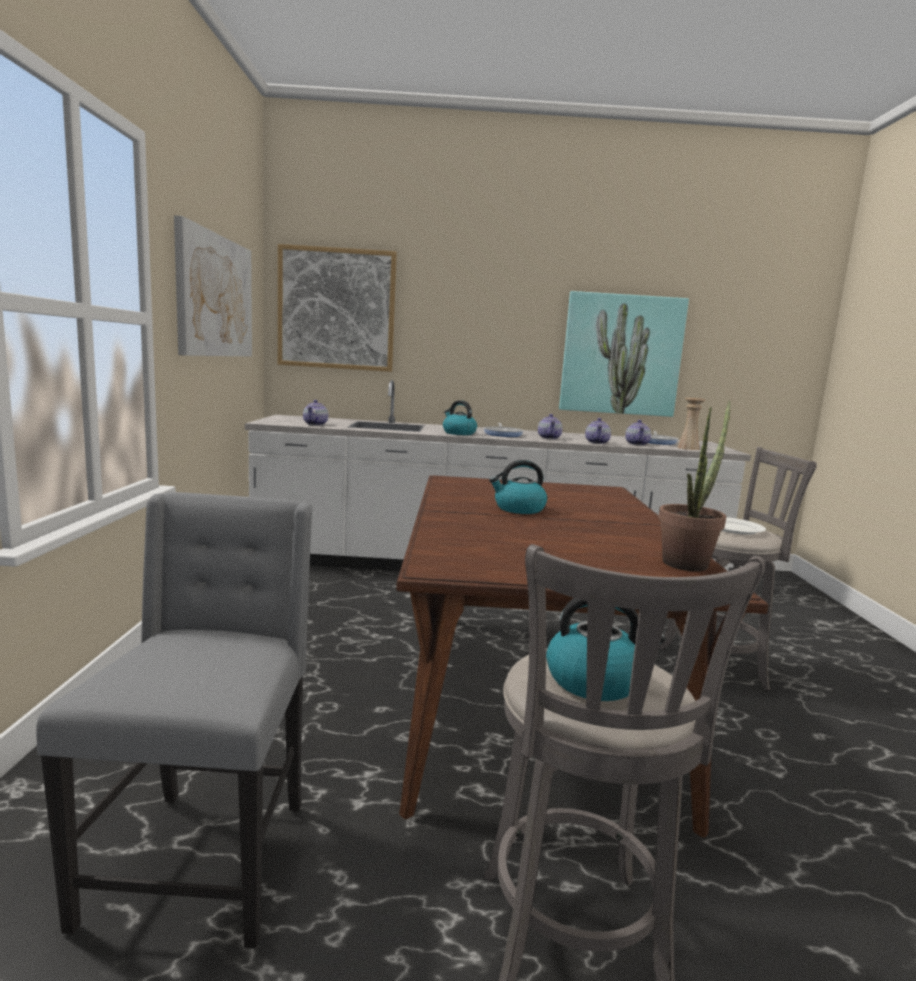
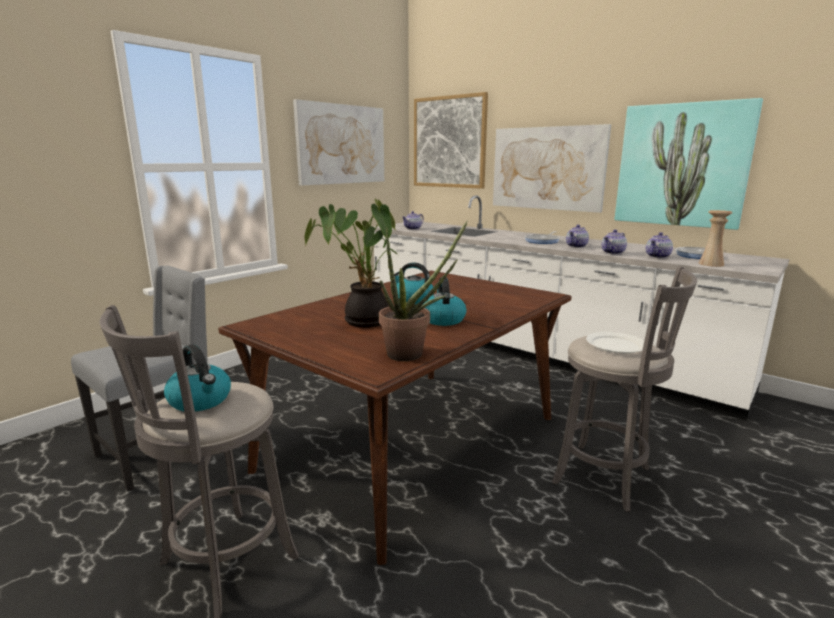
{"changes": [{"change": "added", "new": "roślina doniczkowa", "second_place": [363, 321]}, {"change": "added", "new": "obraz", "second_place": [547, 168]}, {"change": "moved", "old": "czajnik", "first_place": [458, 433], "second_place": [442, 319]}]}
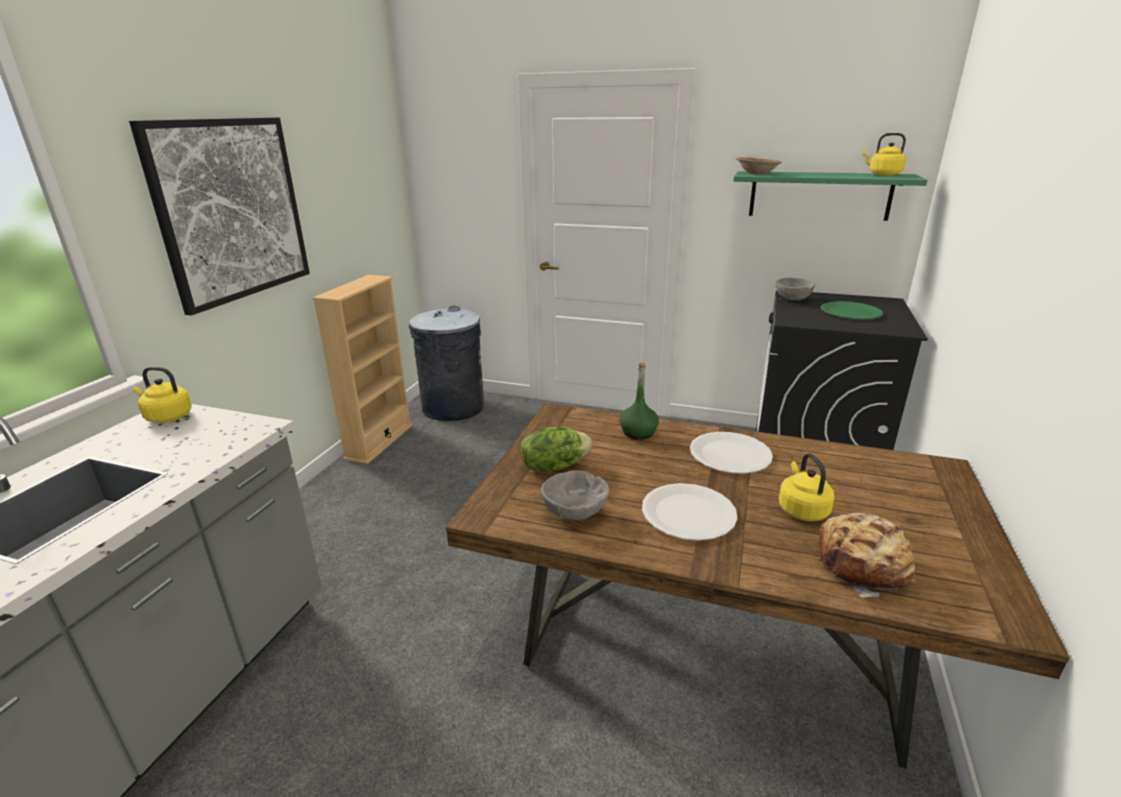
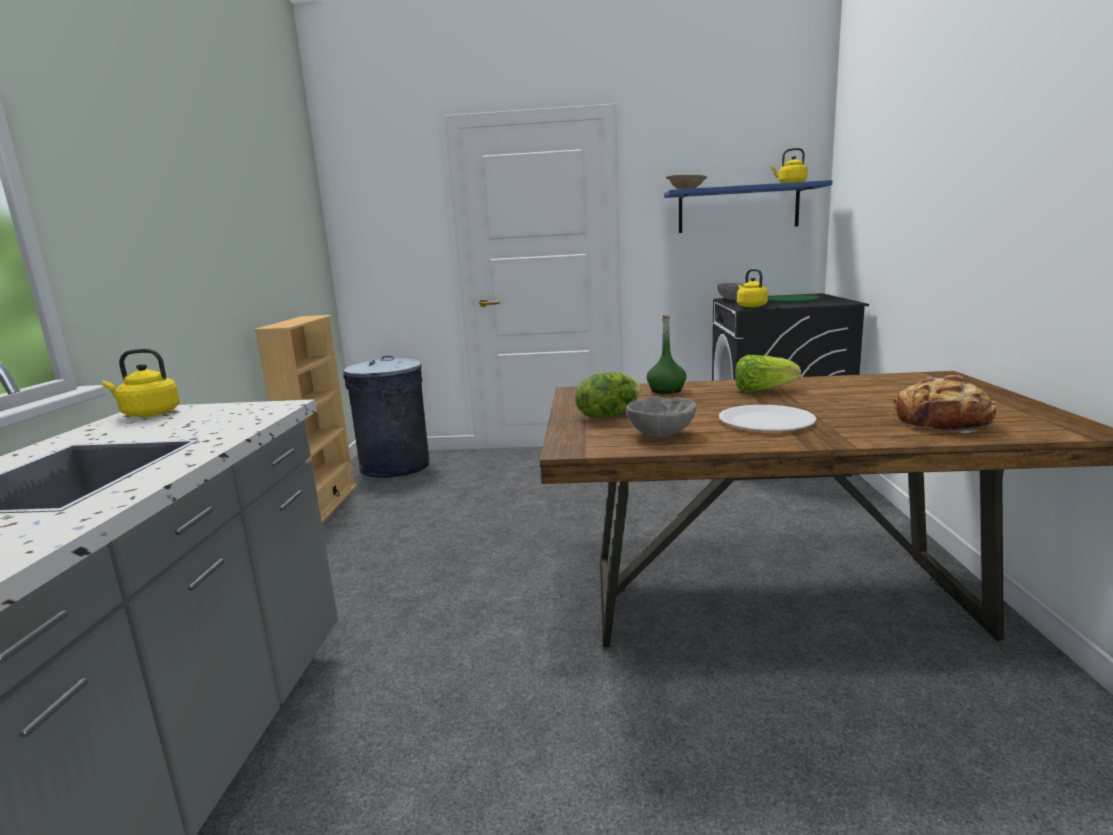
{"changes": [{"change": "removed", "old": "obraz", "first_place": [231, 210]}, {"change": "moved", "old": "czajnik [żółty]", "first_place": [801, 509], "second_place": [750, 306]}, {"change": "replaced", "old": "talerz [biały]", "new": "sałata", "first_place": [729, 454], "second_place": [763, 390]}, {"change": "recoloured", "old": "półka [zielony]", "new": "półka [niebieski]", "first_place": [819, 195], "second_place": [738, 209]}]}
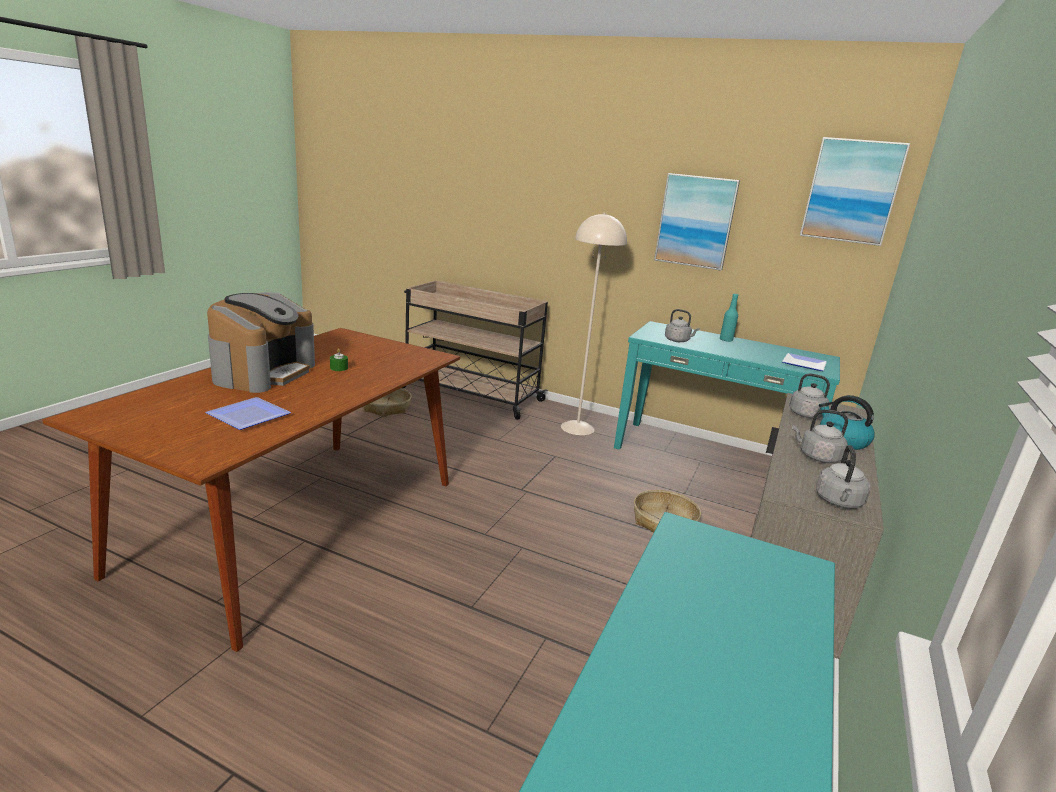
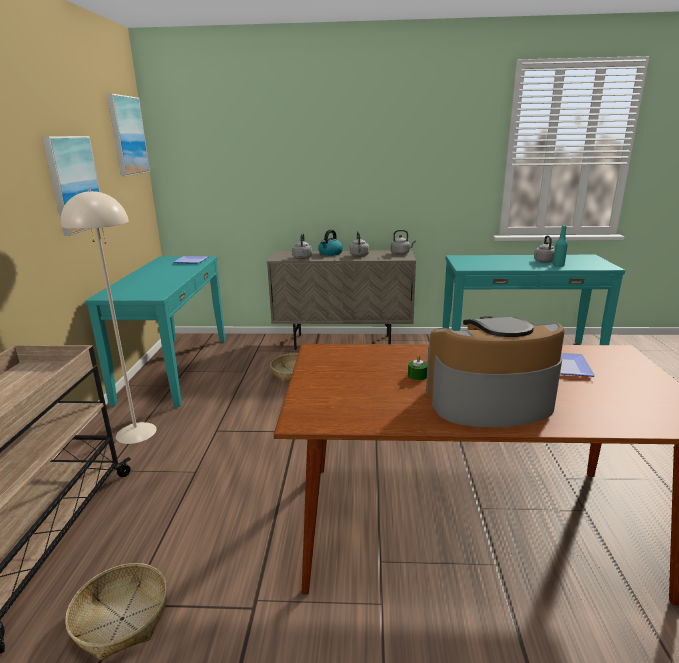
{"changes": [{"change": "moved", "old": "czajnik [szary]", "first_place": [678, 341], "second_place": [543, 261]}, {"change": "moved", "old": "butelka [turkusowy]", "first_place": [726, 340], "second_place": [558, 265]}]}
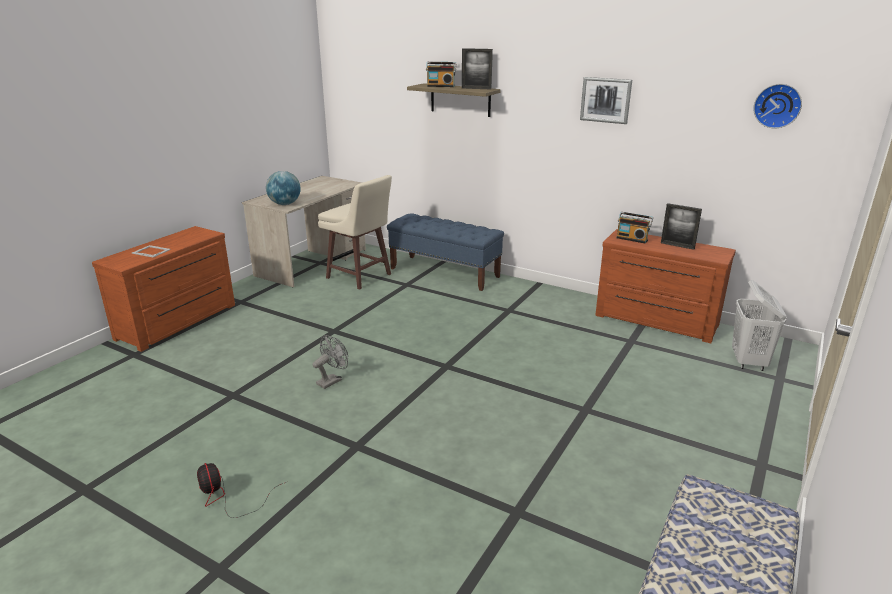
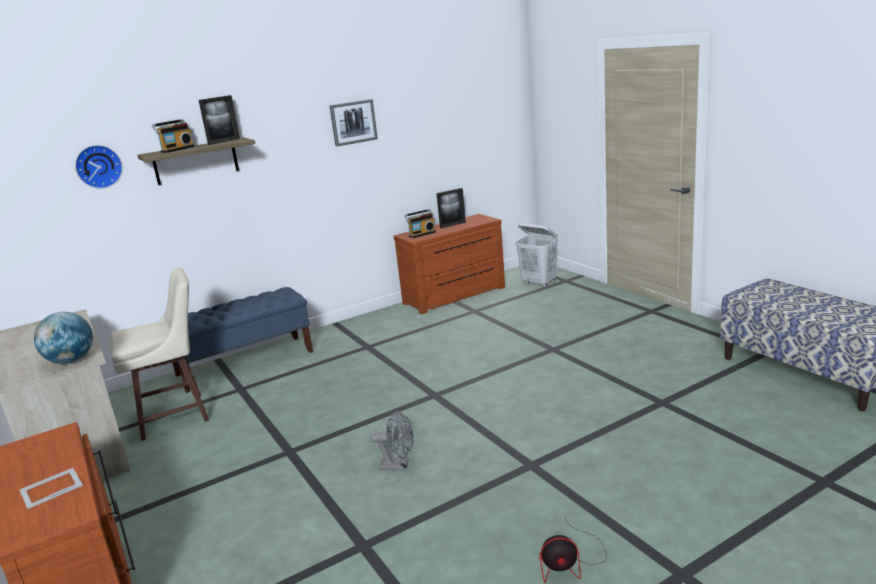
{"changes": [{"change": "moved", "old": "zegar ścienny", "first_place": [777, 105], "second_place": [98, 166]}, {"change": "turned", "old": "wentylator [szary]", "first_place": [332, 380], "second_place": [398, 465], "degrees": 120}]}
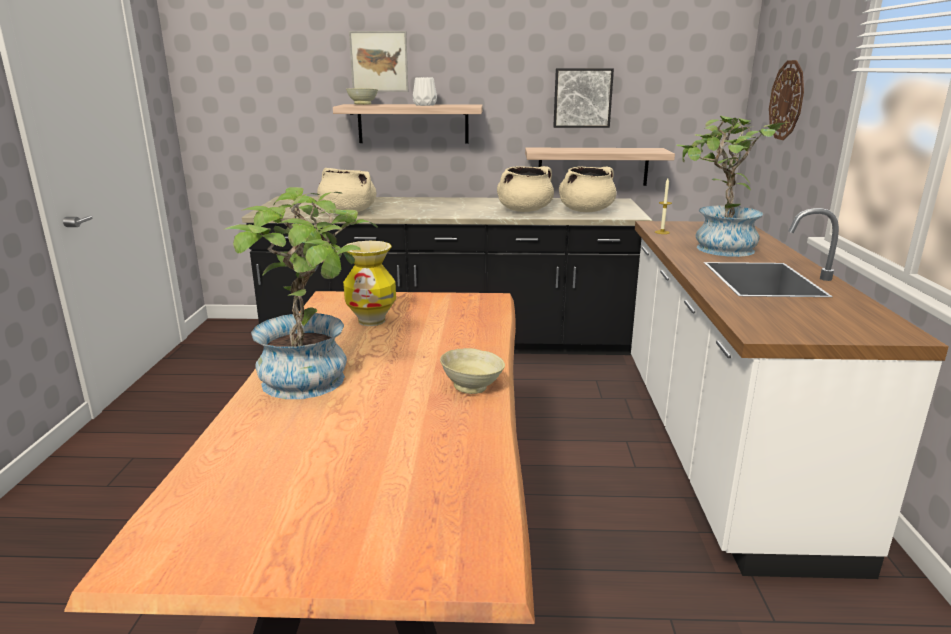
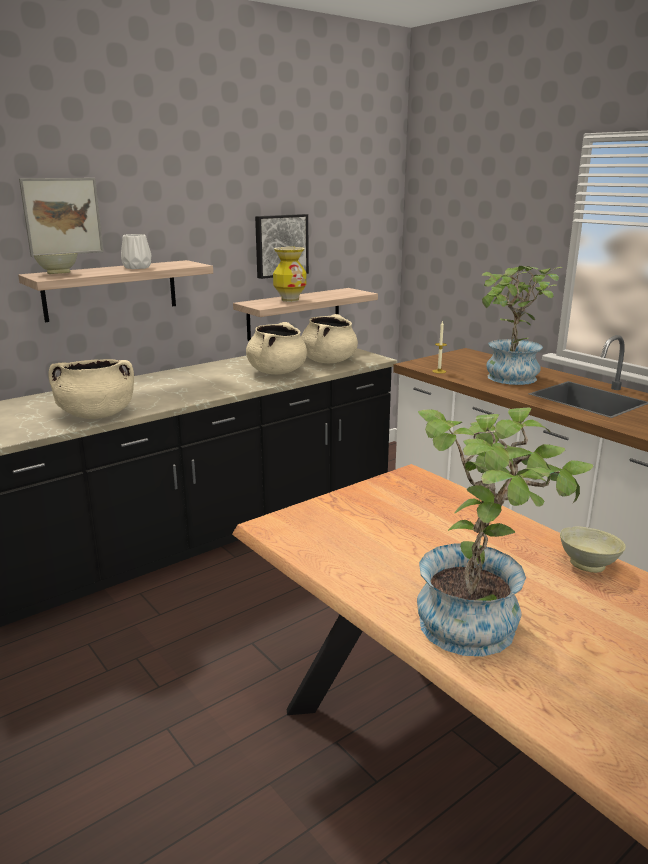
{"changes": [{"change": "removed", "old": "zegar ścienny", "first_place": [787, 100]}, {"change": "moved", "old": "wazon", "first_place": [372, 321], "second_place": [290, 300]}]}
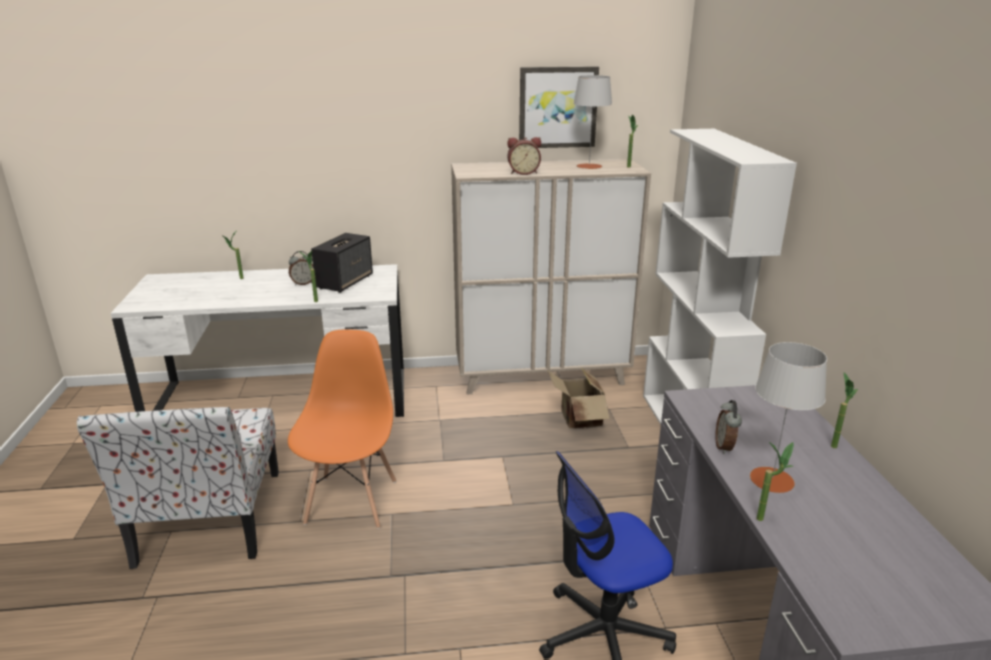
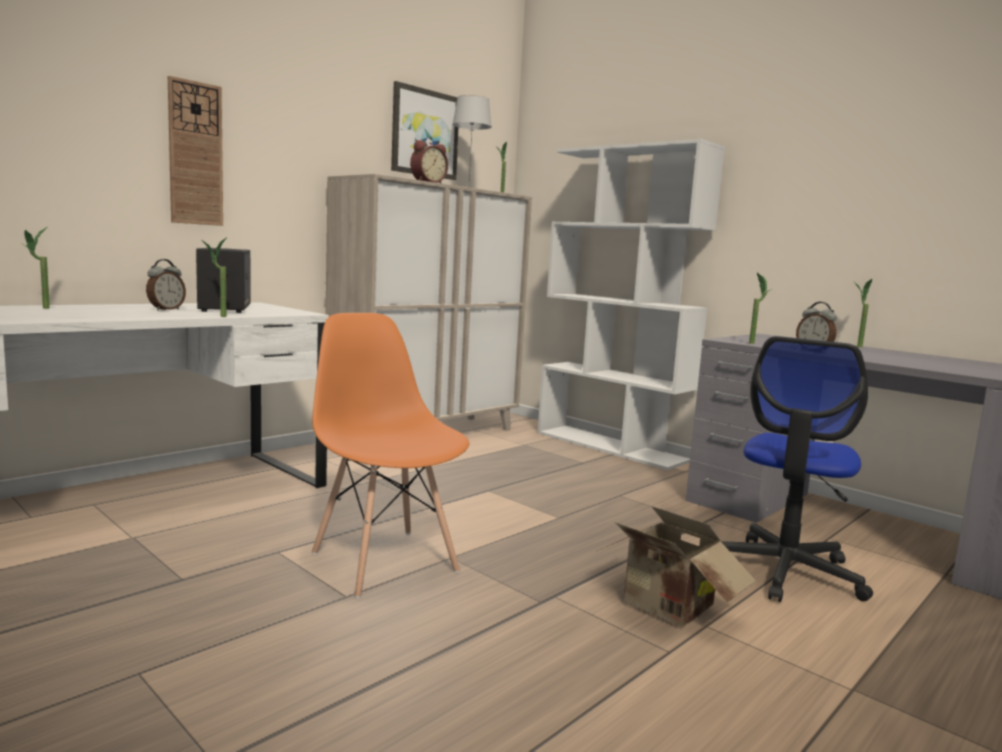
{"changes": [{"change": "removed", "old": "krzesło", "first_place": [209, 519]}, {"change": "removed", "old": "lampa stołowa [szary]", "first_place": [772, 480]}, {"change": "added", "new": "zegar ścienny", "second_place": [195, 154]}, {"change": "moved", "old": "karton", "first_place": [578, 420], "second_place": [666, 609]}, {"change": "moved", "old": "roślina doniczkowa", "first_place": [766, 518], "second_place": [754, 343]}]}
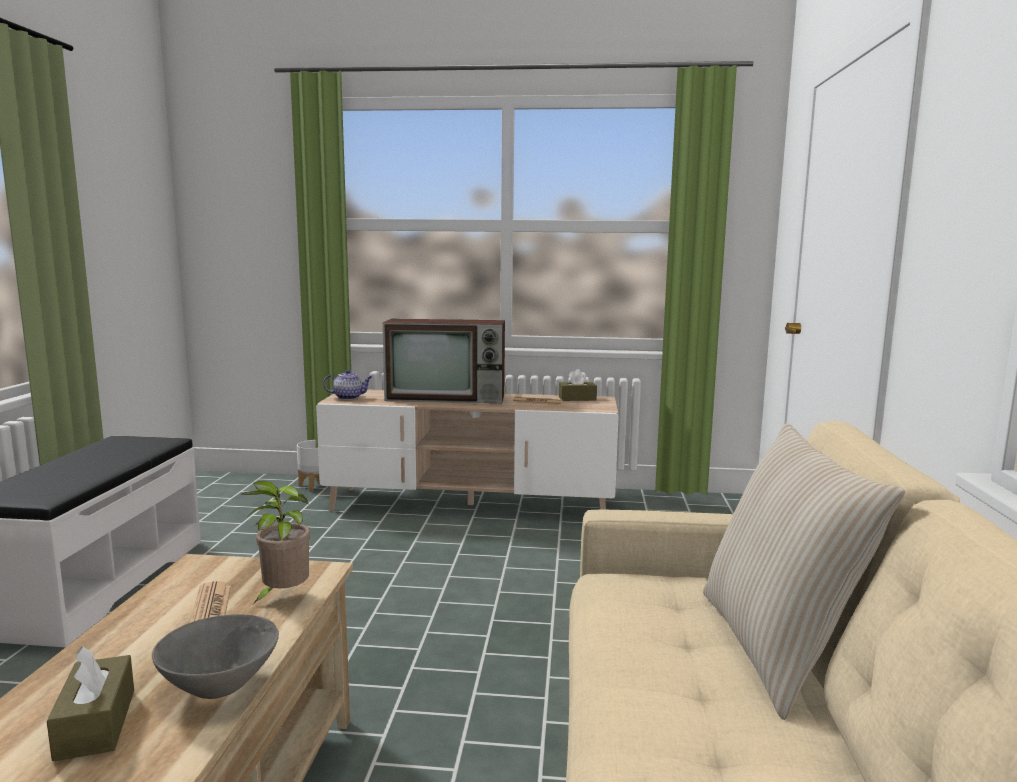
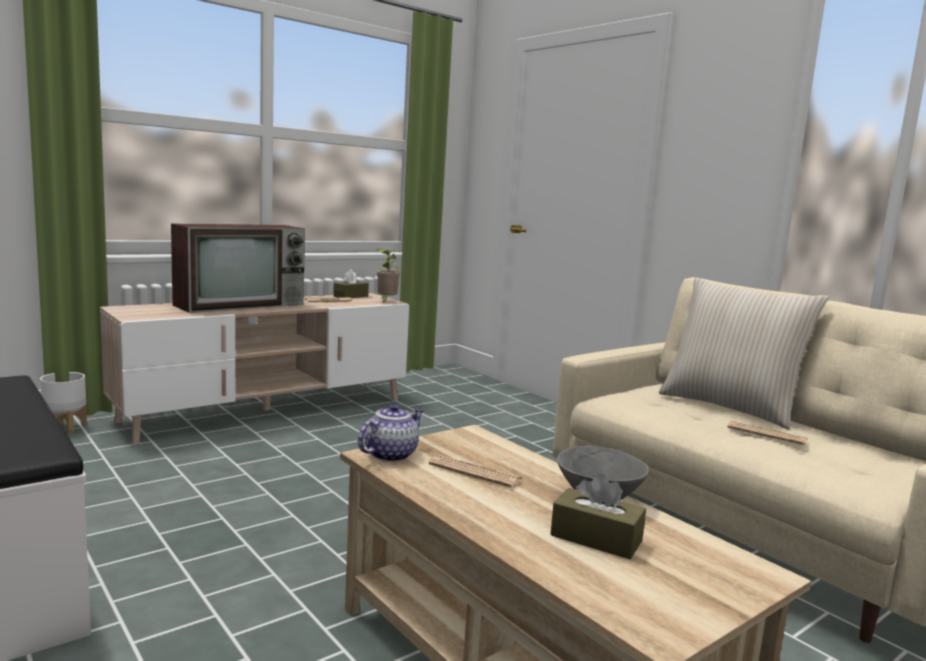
{"changes": [{"change": "added", "new": "gazeta", "second_place": [766, 434]}, {"change": "moved", "old": "roślina doniczkowa", "first_place": [282, 597], "second_place": [386, 302]}, {"change": "moved", "old": "imbryk", "first_place": [349, 397], "second_place": [391, 454]}]}
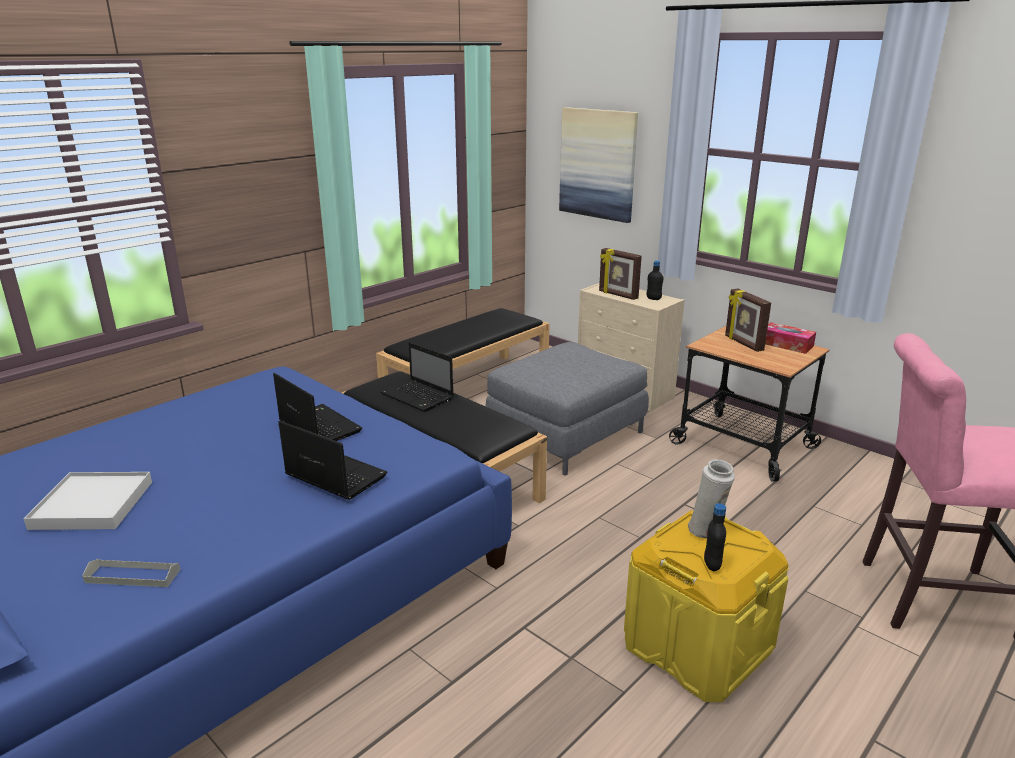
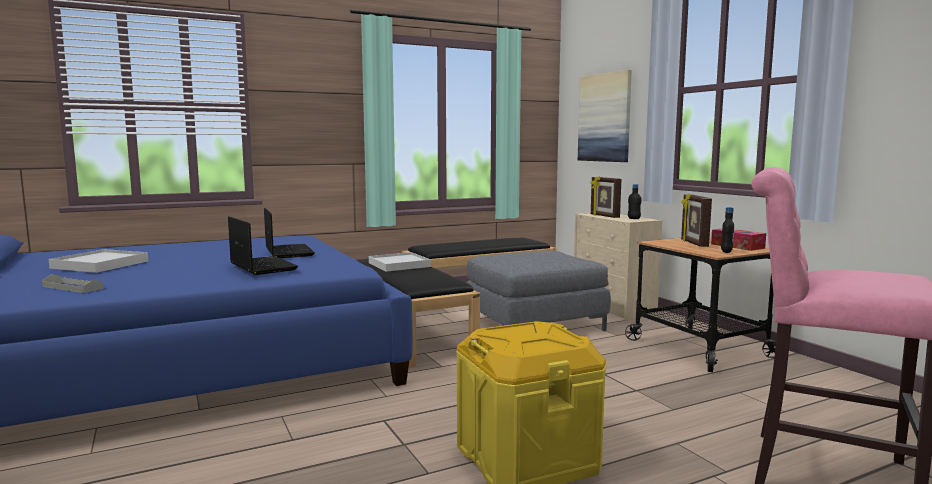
{"changes": [{"change": "removed", "old": "wazon [biały]", "first_place": [706, 531]}, {"change": "moved", "old": "butelka [czarny]", "first_place": [712, 565], "second_place": [726, 251]}, {"change": "replaced", "old": "laptop", "new": "taca [biały]", "first_place": [419, 397], "second_place": [399, 265]}]}
